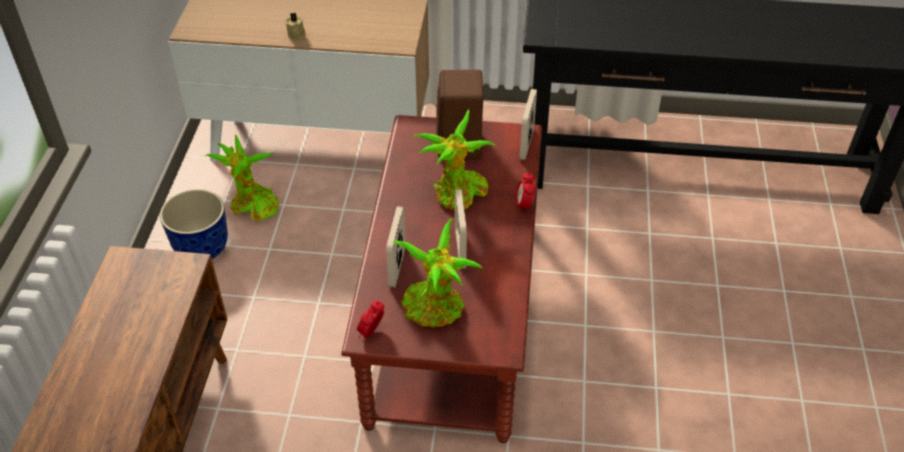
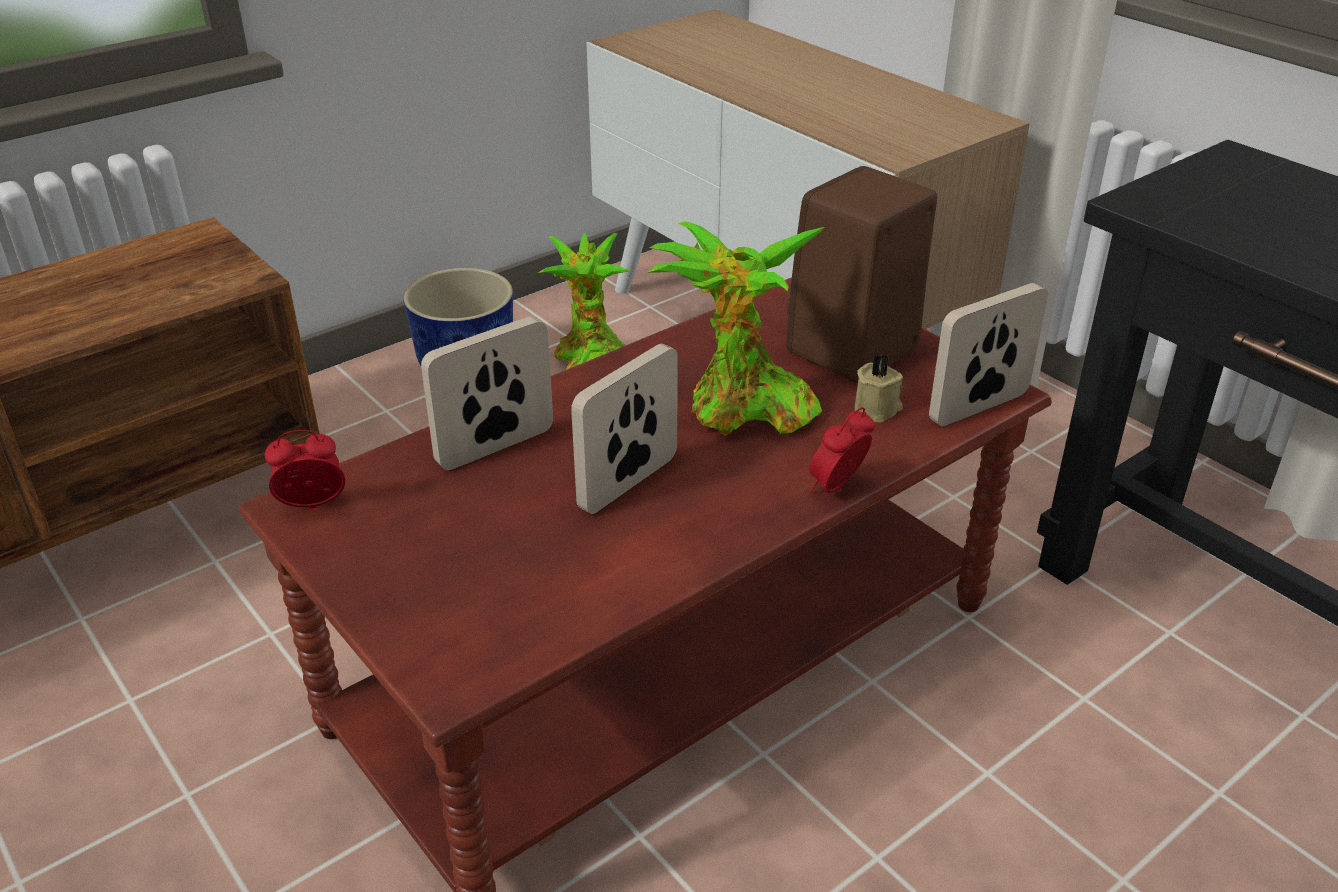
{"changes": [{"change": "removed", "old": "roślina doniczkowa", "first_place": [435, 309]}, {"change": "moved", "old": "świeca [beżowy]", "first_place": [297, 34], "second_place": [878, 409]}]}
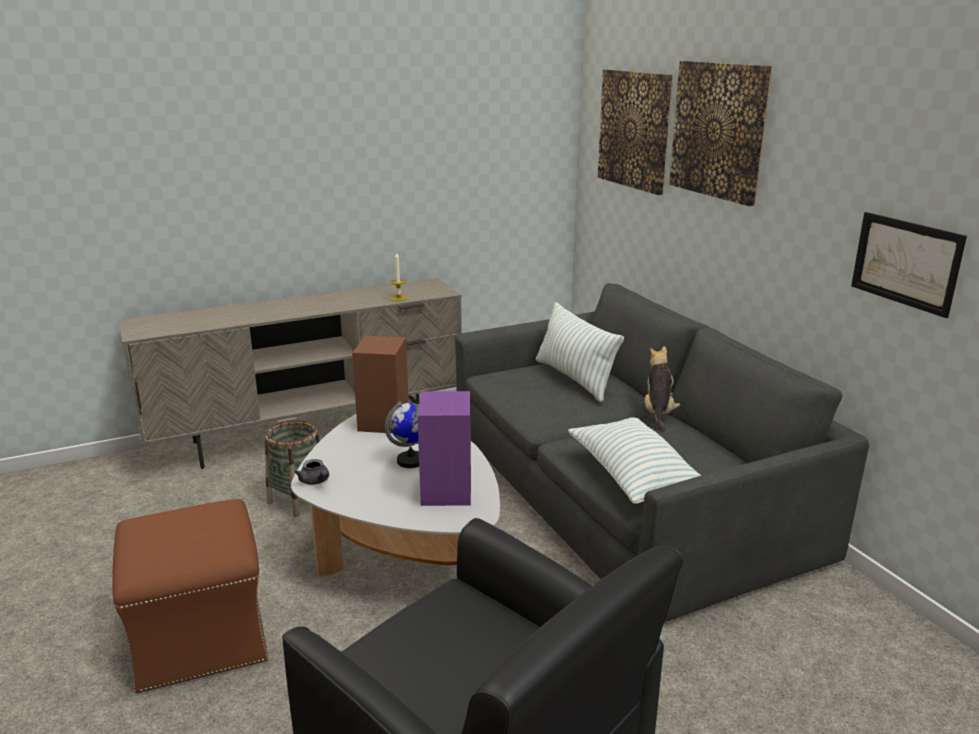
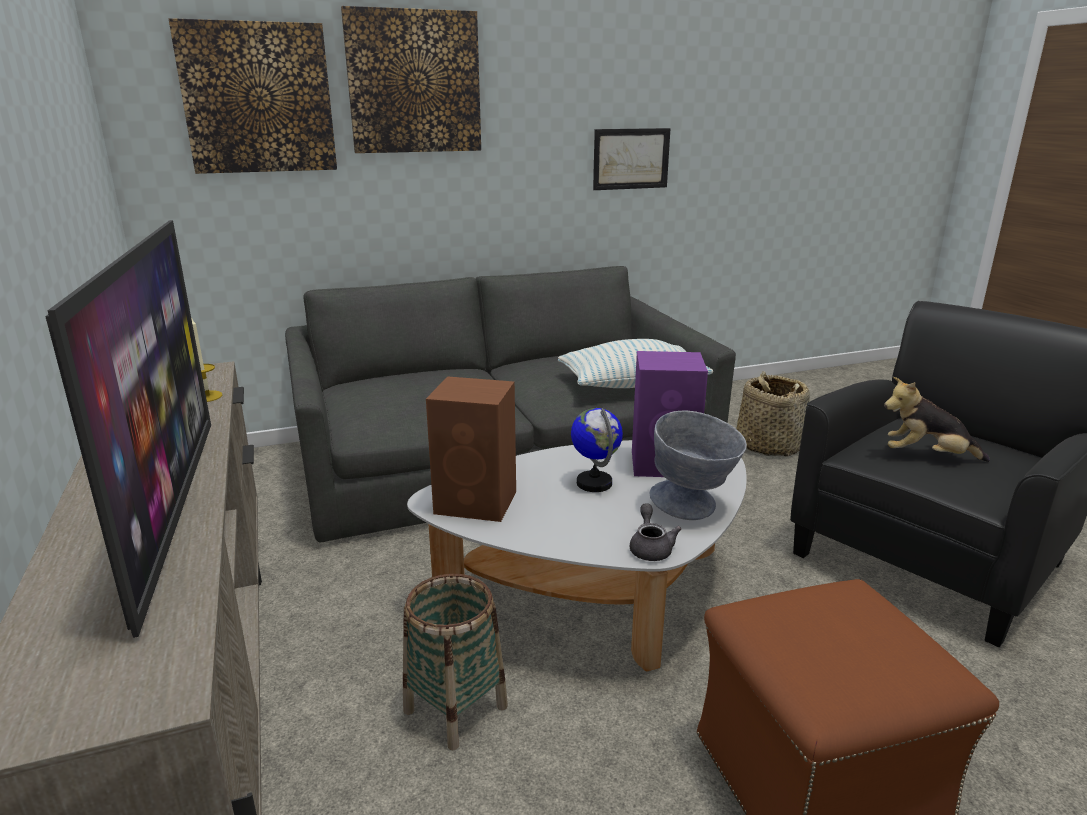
{"changes": [{"change": "removed", "old": "poduszka", "first_place": [574, 378]}, {"change": "added", "new": "telewizor", "second_place": [174, 507]}, {"change": "added", "new": "miska [szary]", "second_place": [693, 508]}, {"change": "added", "new": "koszyk", "second_place": [767, 445]}, {"change": "moved", "old": "pluszak", "first_place": [658, 412], "second_place": [926, 456]}, {"change": "turned", "old": "imbryk [szary]", "first_place": [315, 481], "second_place": [650, 548], "degrees": -60}]}
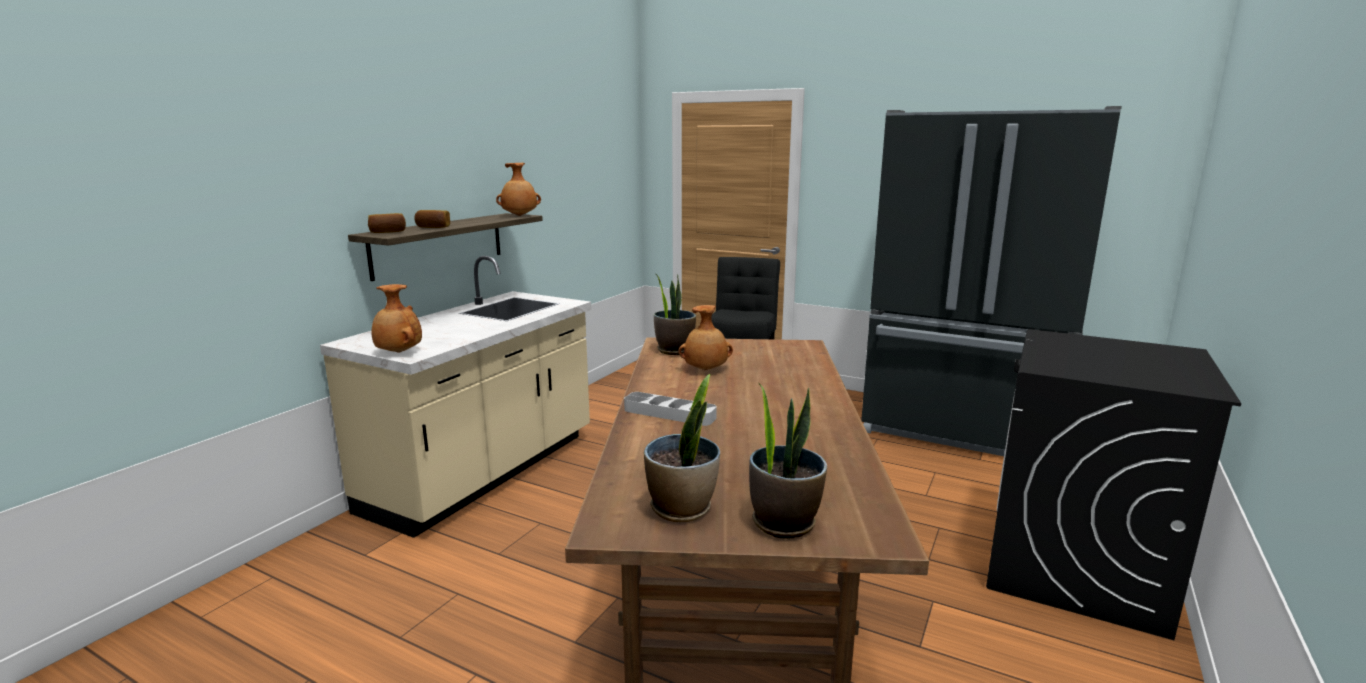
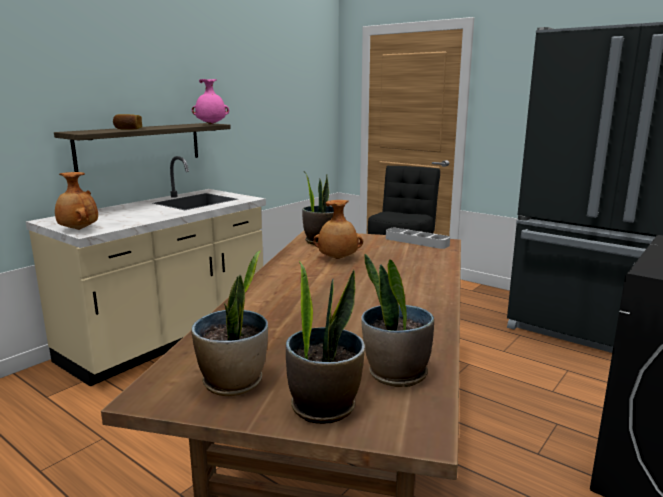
{"changes": [{"change": "removed", "old": "chleb", "first_place": [387, 232]}, {"change": "added", "new": "roślina doniczkowa", "second_place": [396, 374]}, {"change": "moved", "old": "taca [szary]", "first_place": [669, 414], "second_place": [416, 241]}, {"change": "recoloured", "old": "wazon [brązowy]", "new": "wazon [różowy]", "first_place": [520, 216], "second_place": [211, 124]}]}
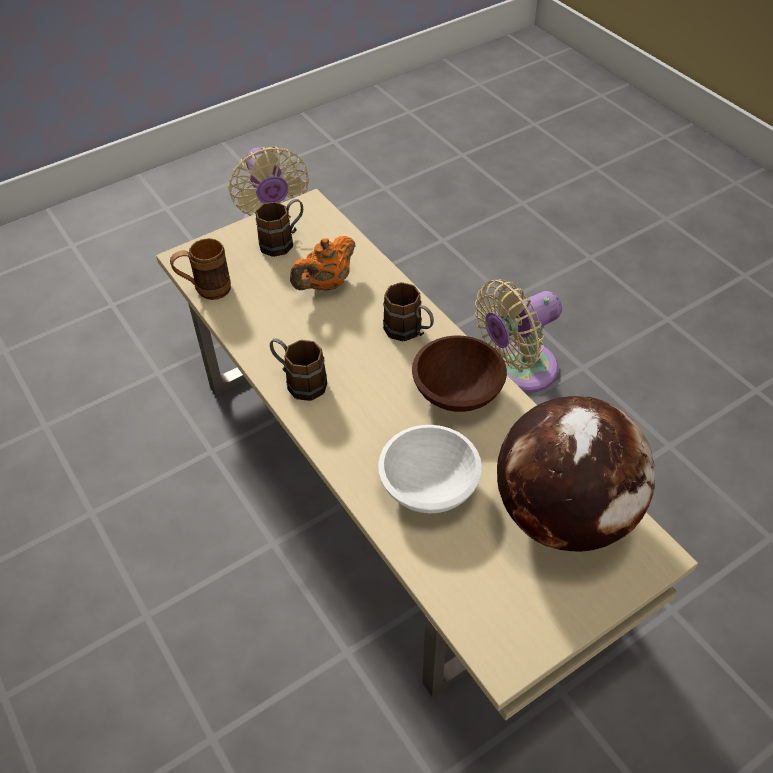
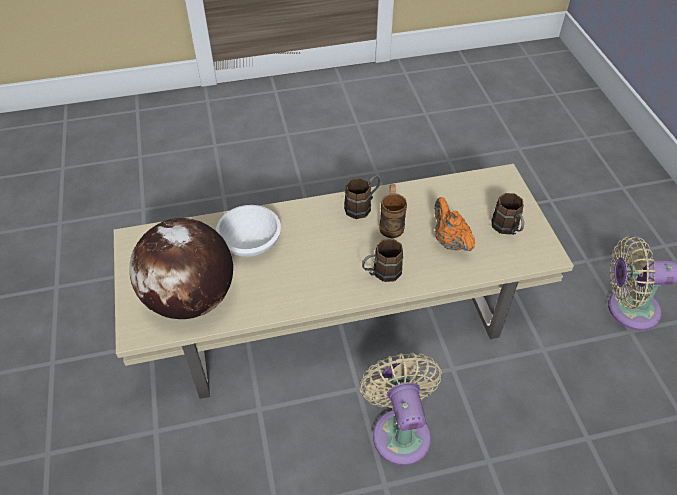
{"changes": [{"change": "removed", "old": "miska [brązowy]", "first_place": [456, 391]}, {"change": "moved", "old": "kubek [brązowy]", "first_place": [205, 290], "second_place": [391, 224]}]}
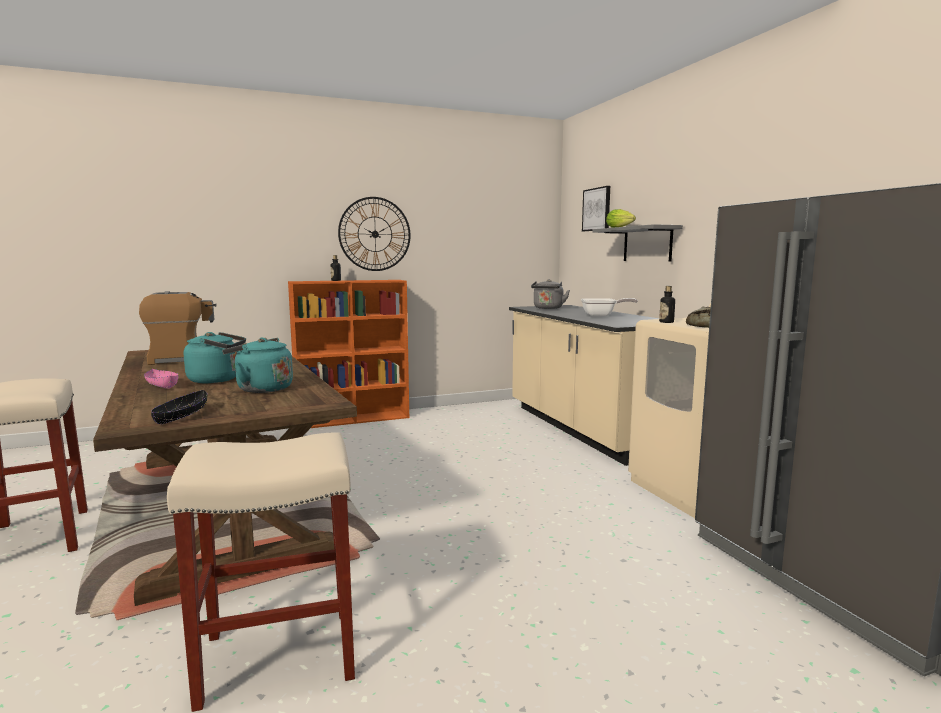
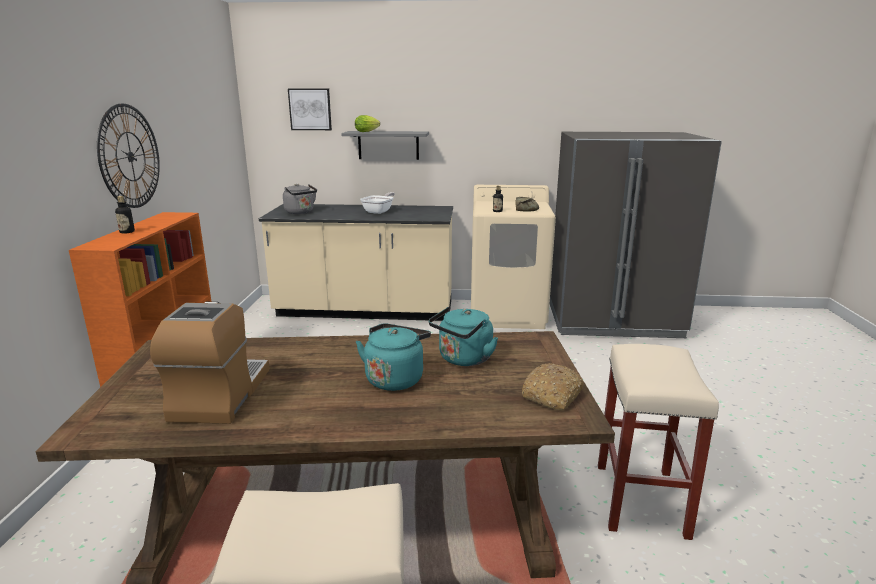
{"changes": [{"change": "removed", "old": "miska [różowy]", "first_place": [162, 385]}, {"change": "replaced", "old": "miska [czarny]", "new": "chleb", "first_place": [181, 416], "second_place": [552, 395]}]}
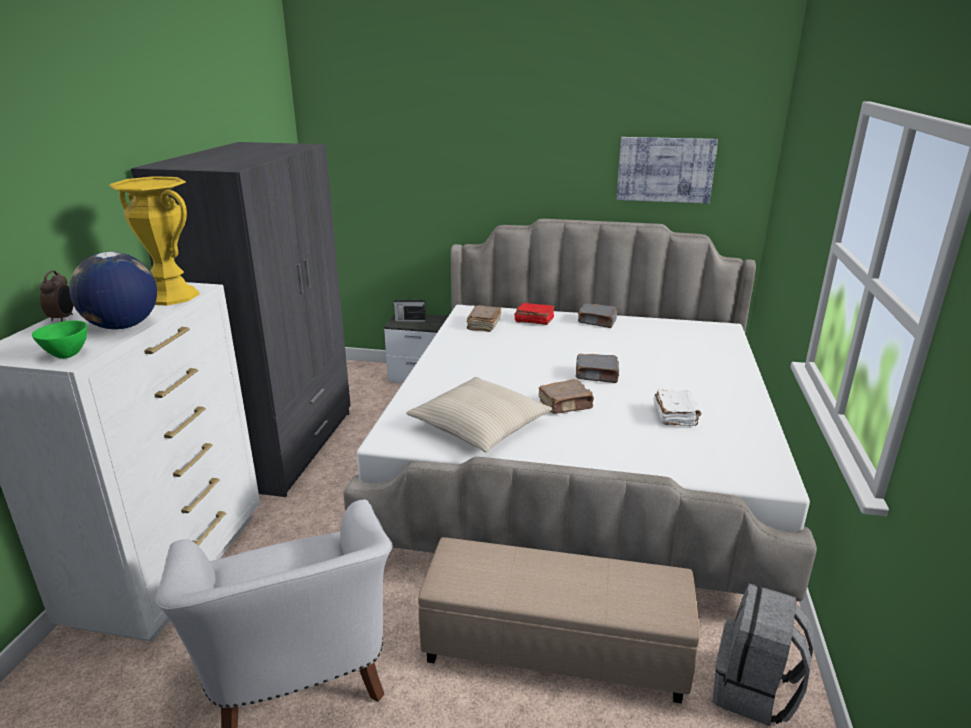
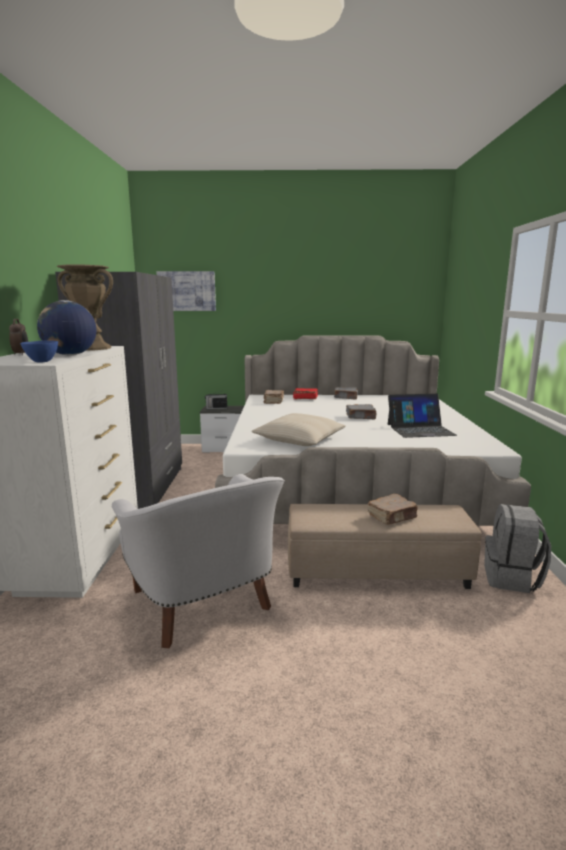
{"changes": [{"change": "moved", "old": "książka [brązowy]", "first_place": [566, 405], "second_place": [392, 517]}, {"change": "moved", "old": "obraz", "first_place": [665, 169], "second_place": [186, 291]}, {"change": "replaced", "old": "książka [biały]", "new": "laptop", "first_place": [675, 416], "second_place": [420, 429]}, {"change": "recoloured", "old": "miska [zielony]", "new": "miska [niebieski]", "first_place": [66, 354], "second_place": [42, 361]}, {"change": "recoloured", "old": "wazon [żółty]", "new": "wazon [brązowy]", "first_place": [170, 296], "second_place": [91, 348]}]}
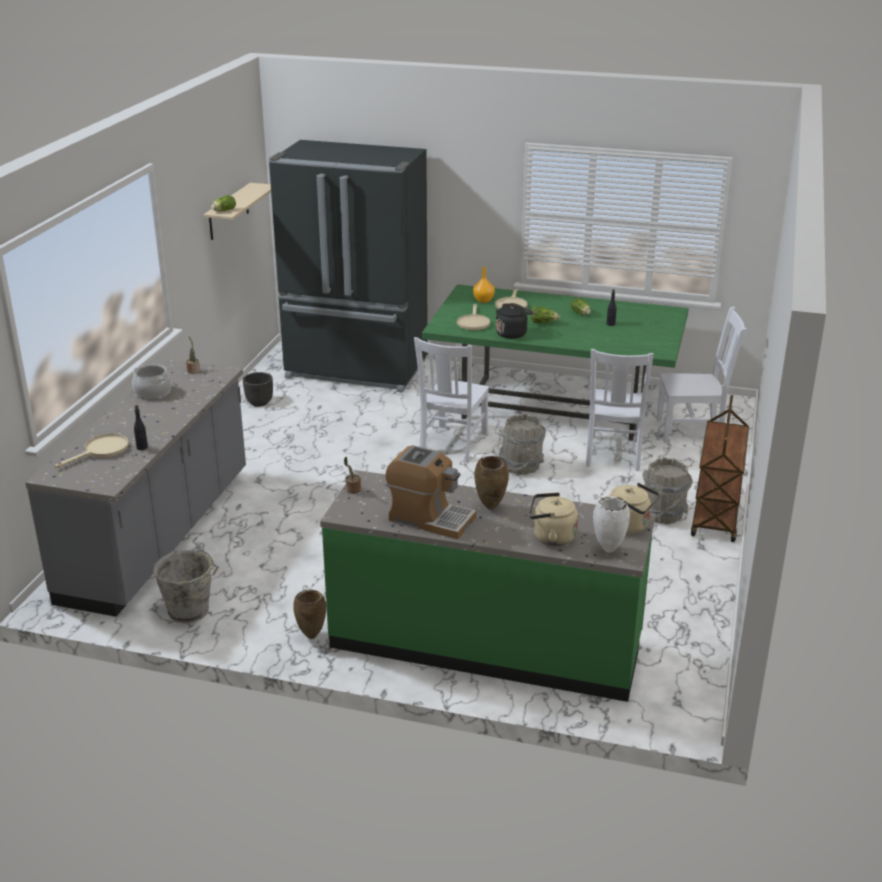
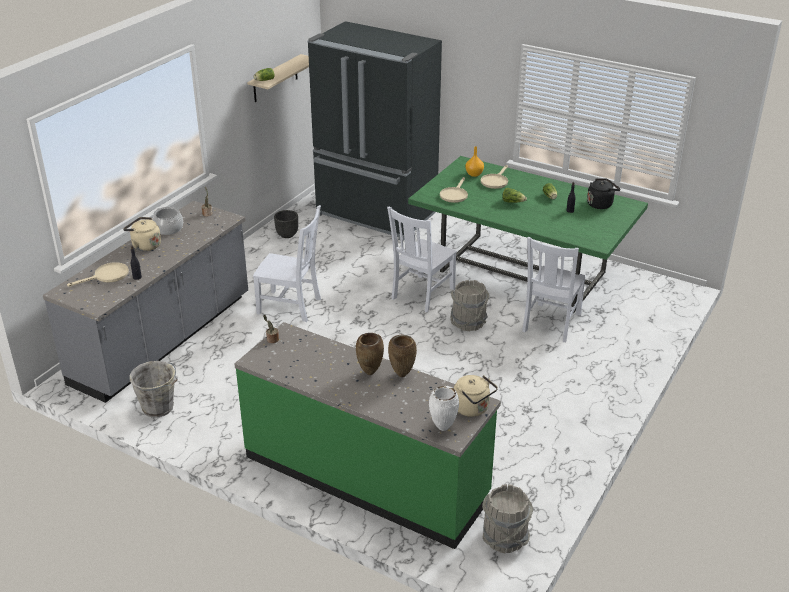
{"changes": [{"change": "removed", "old": "ekspres do kawy", "first_place": [430, 518]}, {"change": "removed", "old": "wózek [brązowy]", "first_place": [716, 515]}, {"change": "moved", "old": "wazon [brązowy]", "first_place": [312, 636], "second_place": [402, 374]}, {"change": "moved", "old": "czajnik [czarny]", "first_place": [512, 333], "second_place": [601, 204]}, {"change": "moved", "old": "czajnik [beżowy]", "first_place": [551, 537], "second_place": [145, 245]}, {"change": "moved", "old": "wiadro [szary]", "first_place": [663, 514], "second_place": [504, 539]}, {"change": "moved", "old": "krzesło [biały]", "first_place": [693, 431], "second_place": [291, 306]}]}
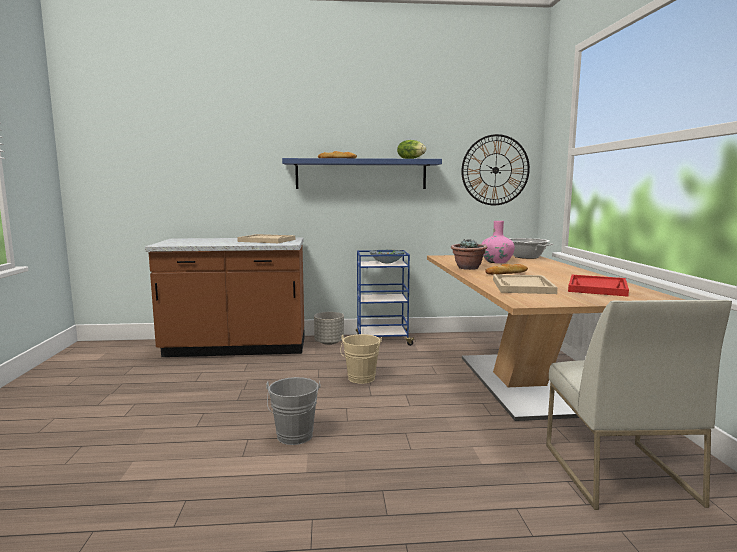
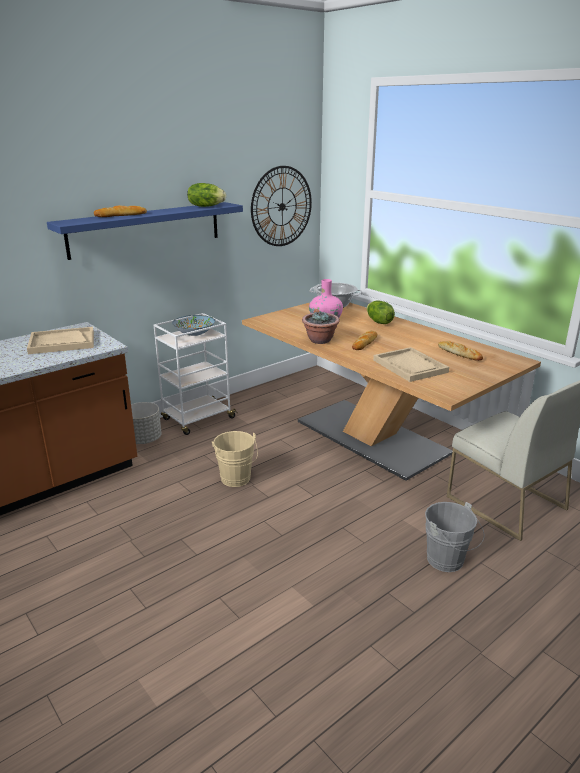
{"changes": [{"change": "added", "new": "sałata", "second_place": [378, 322]}, {"change": "moved", "old": "wiadro [szary]", "first_place": [294, 438], "second_place": [448, 562]}, {"change": "replaced", "old": "taca [czerwony]", "new": "chleb", "first_place": [597, 287], "second_place": [459, 353]}, {"change": "recoloured", "old": "wózek [niebieski]", "new": "wózek [biały]", "first_place": [382, 340], "second_place": [197, 419]}]}
